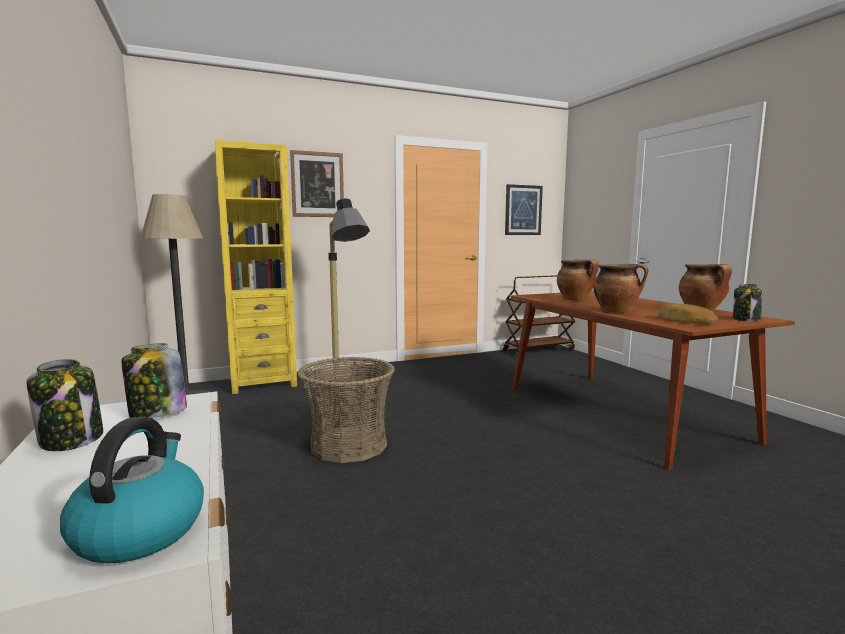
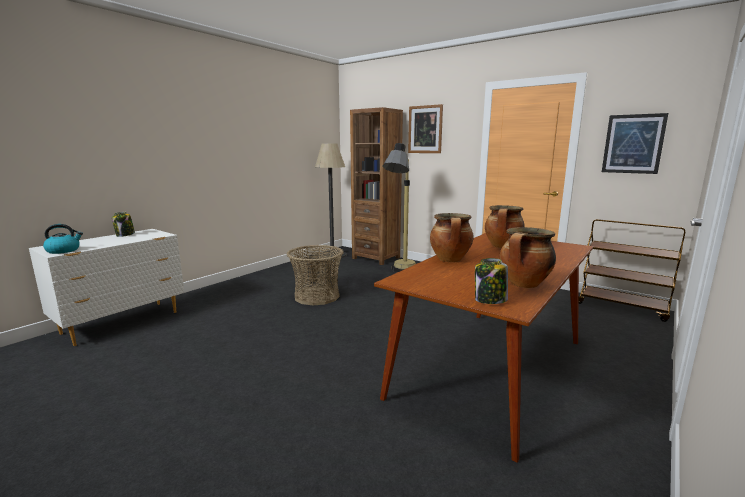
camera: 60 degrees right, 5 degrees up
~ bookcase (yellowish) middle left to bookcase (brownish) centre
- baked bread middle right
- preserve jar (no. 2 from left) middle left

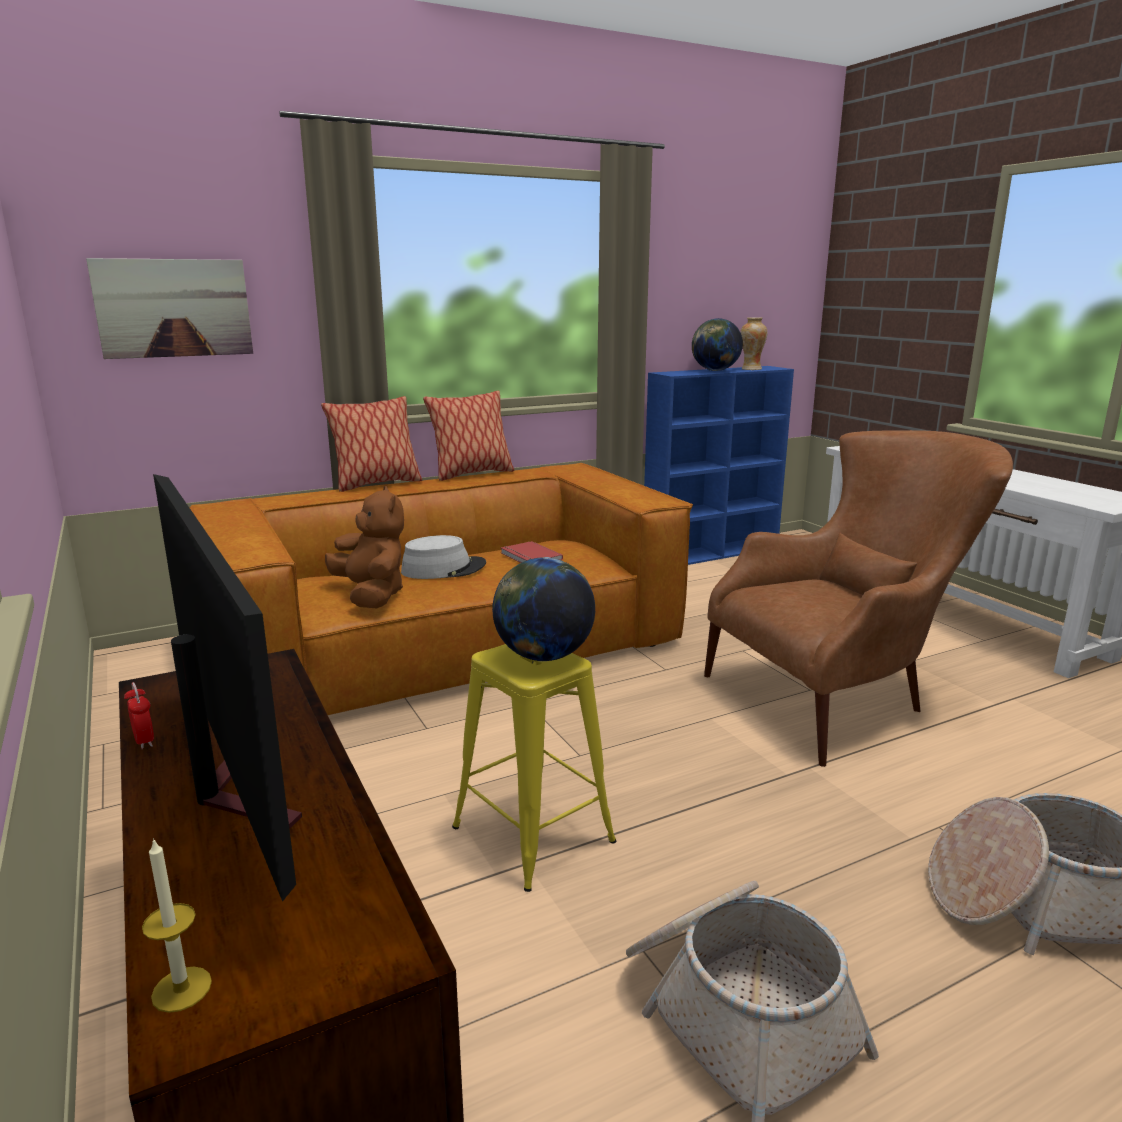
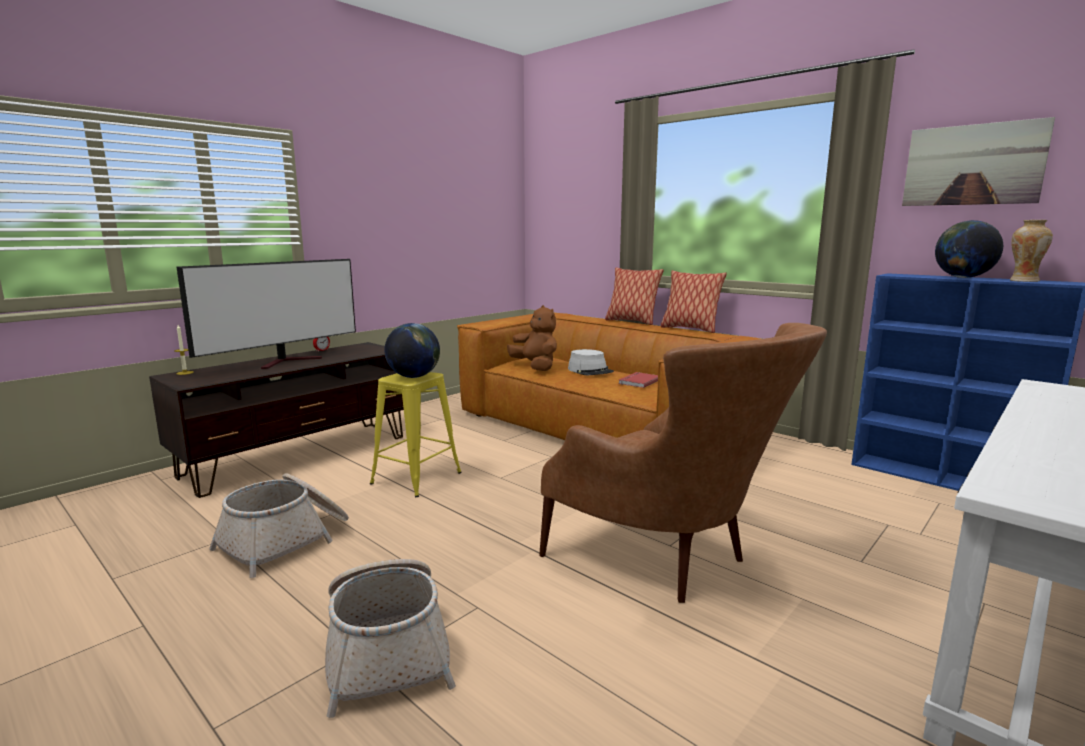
camera: 70 degrees right, 5 degrees down
~ wall picture top left to top right
~ plush toy (brownish) middle left = centre 75 degrees counterclockwise

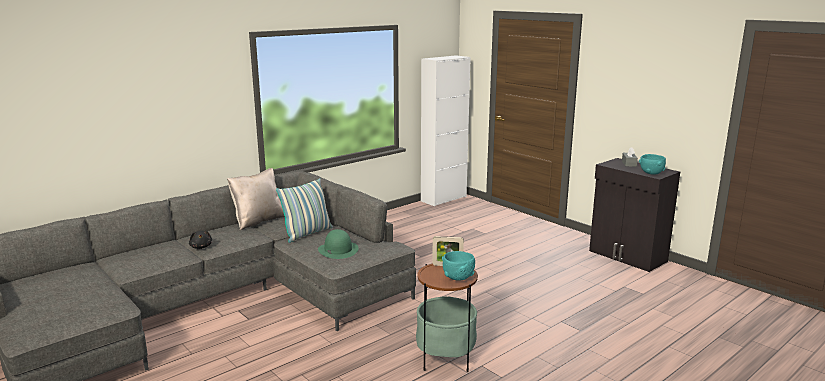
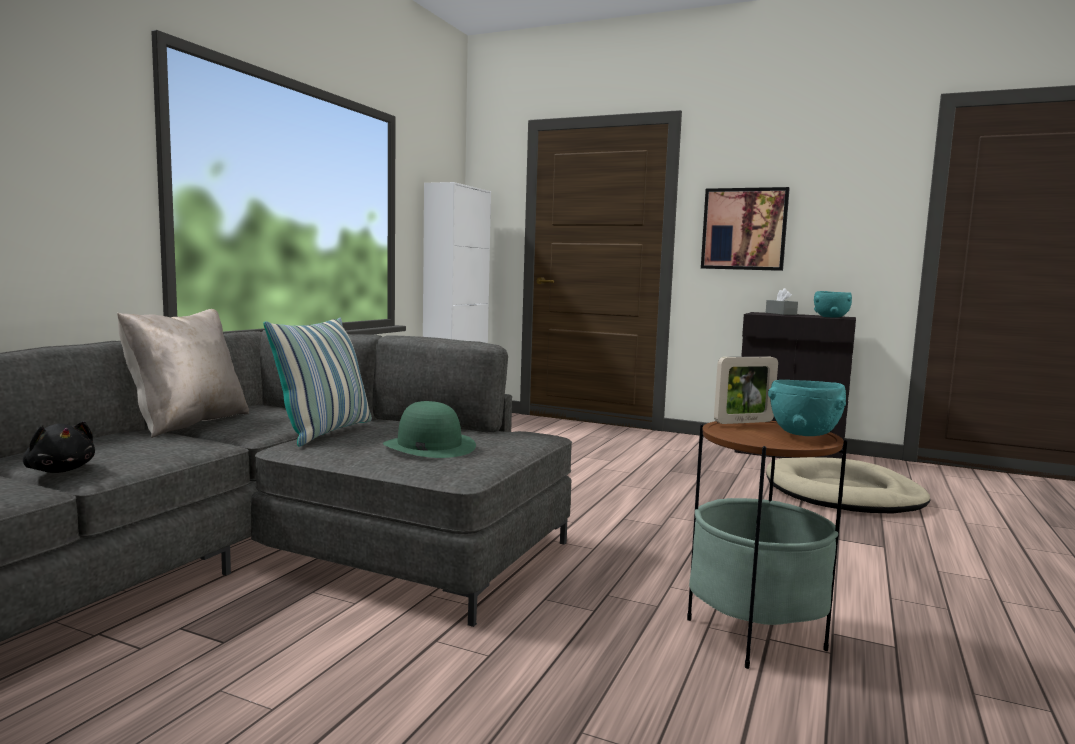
camera: 25 degrees left, 10 degrees down
+ wall picture top right
+ pet bed (beige-coloured) middle right

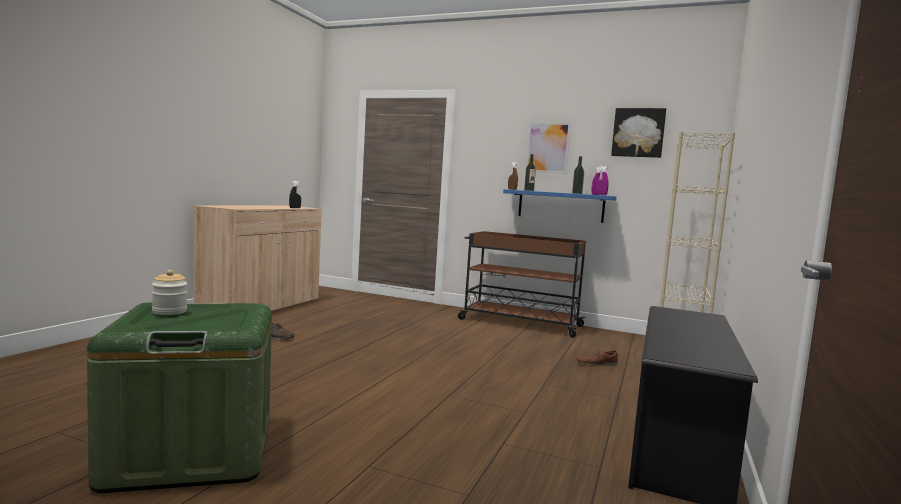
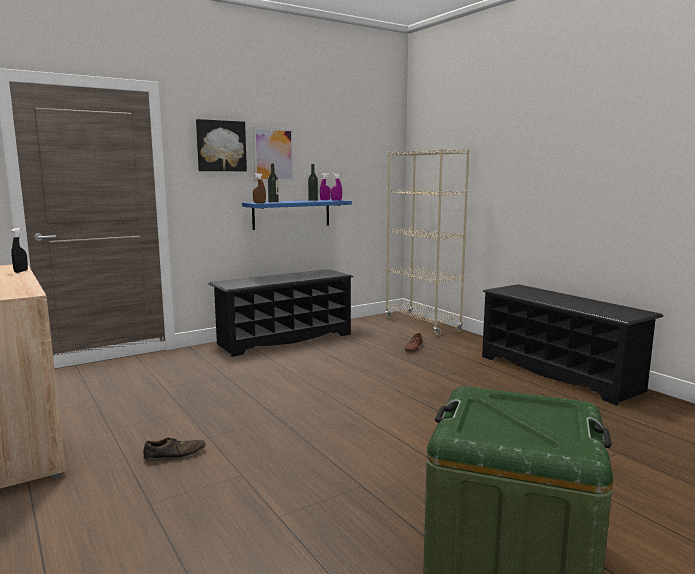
camera: 55 degrees left, 5 degrees up
~ wall picture (no. 2 from left in the first image) top right to wall picture (no. 1 from left) top left
~ trolley (brownish) centre to shoe stand (black-coloured) (no. 1 from left) centre
- preserve jar middle left

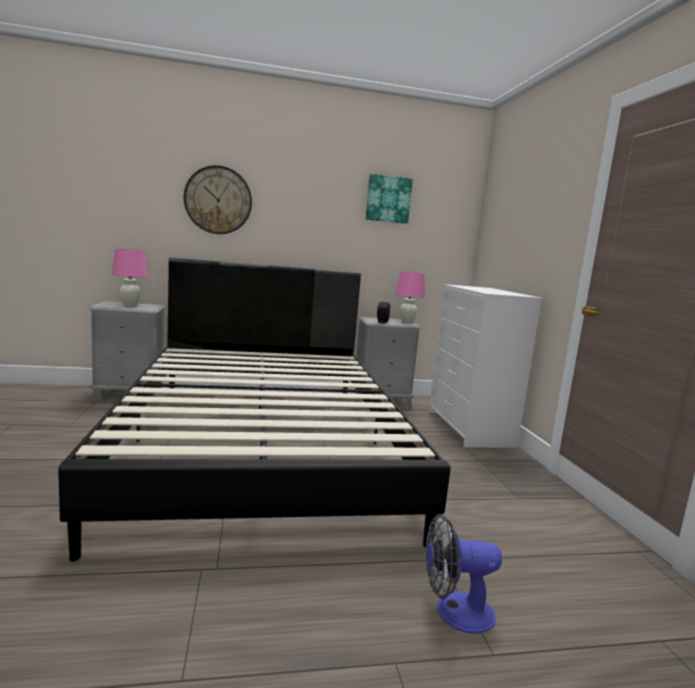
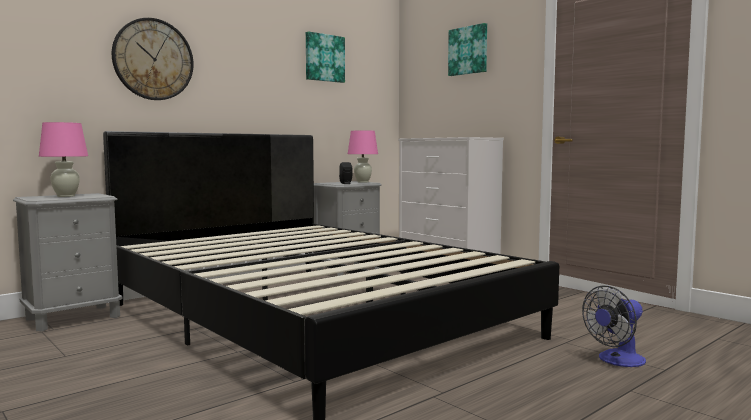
camera: 30 degrees left, 5 degrees down
+ wall picture (no. 2 from left) top centre

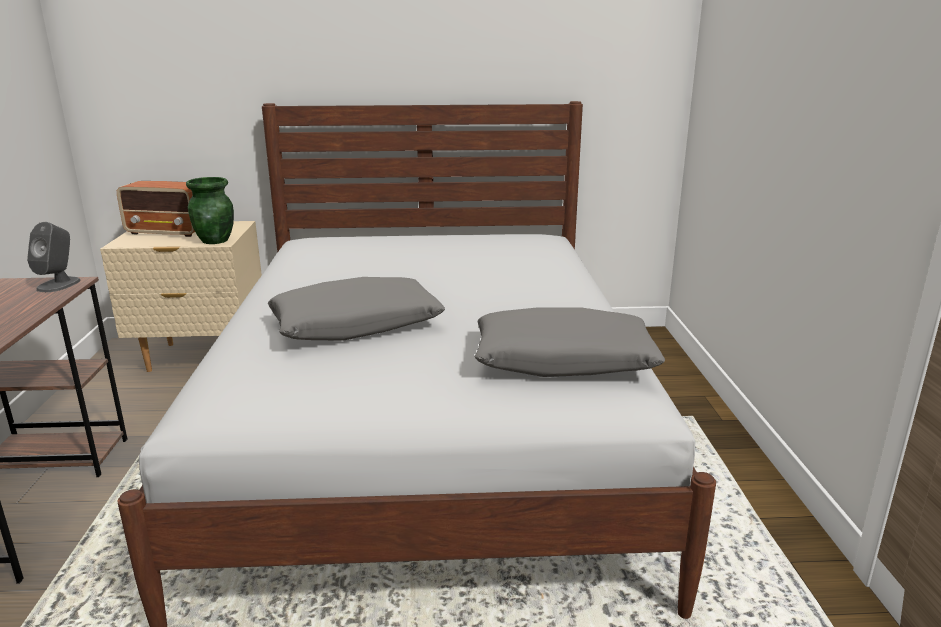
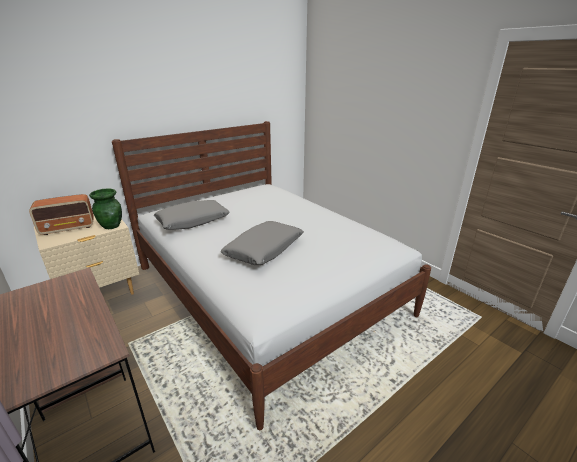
camera: 35 degrees left, 5 degrees up
- loudspeaker (greyish) middle left
~ throw pillow (greyish) (no. 2 from left in the first image) centre to throw pillow (greyish) (no. 1 from left) middle left

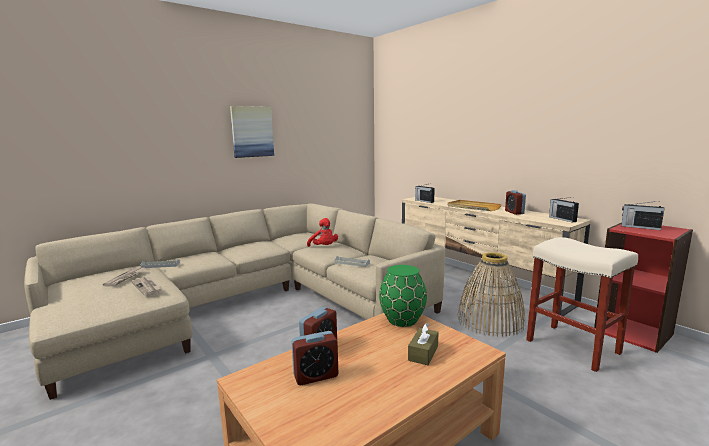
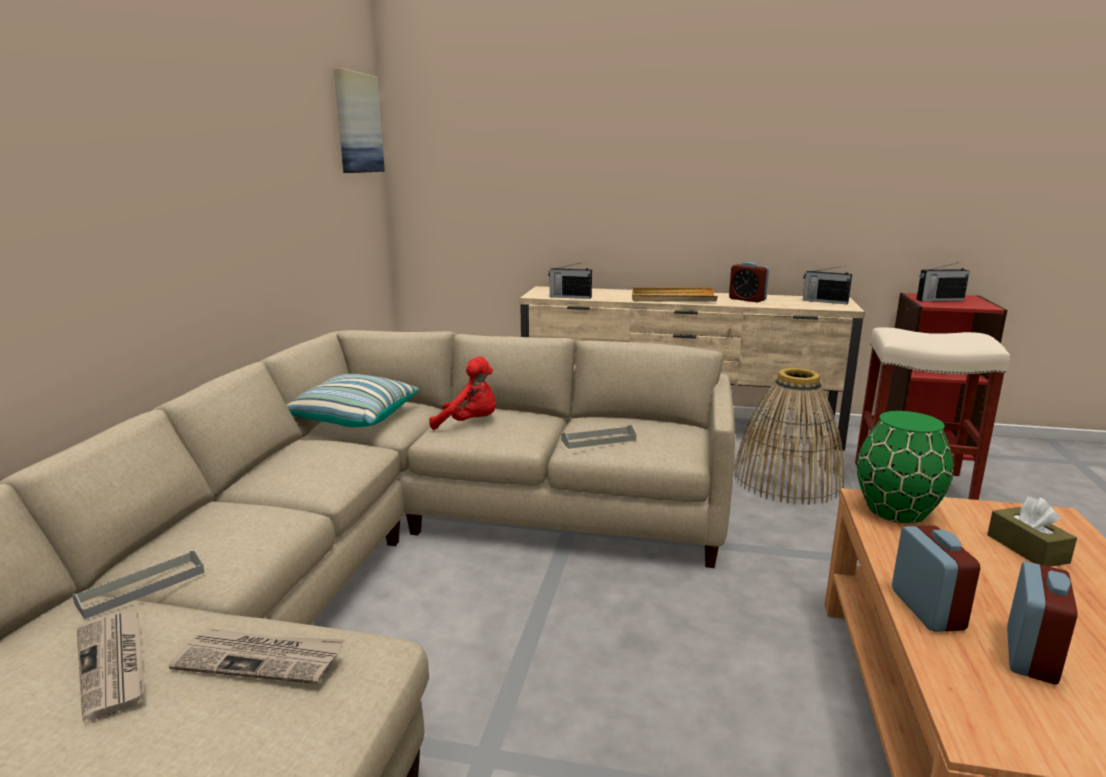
camera: 40 degrees left, 5 degrees up
~ wall picture top centre to top left
+ throw pillow middle left

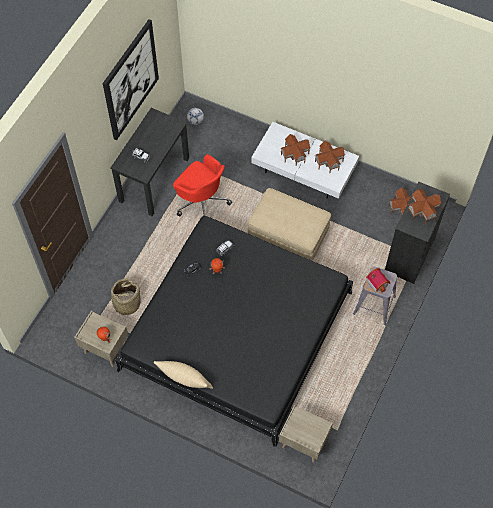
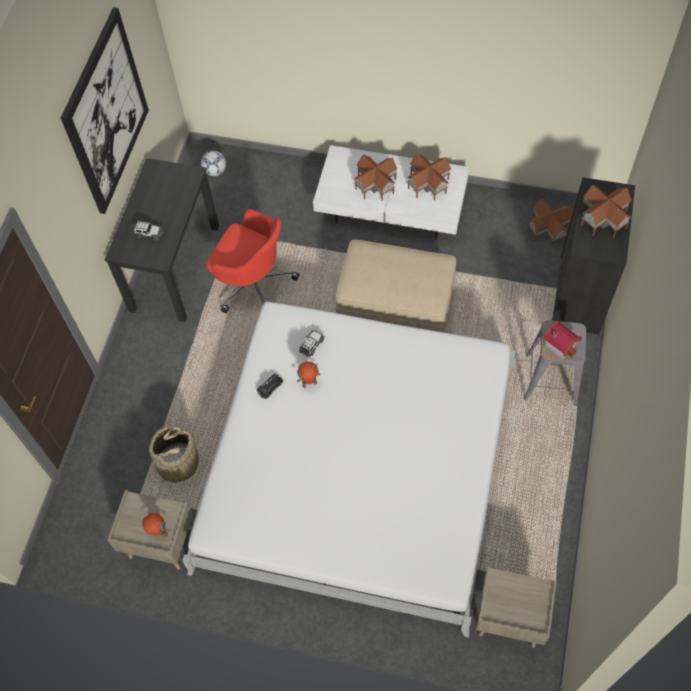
camera: 10 degrees left, 0 degrees up
~ bed (black-coloured) centre to bed (whitish) bottom centre
- throw pillow (beige-coloured) bottom centre

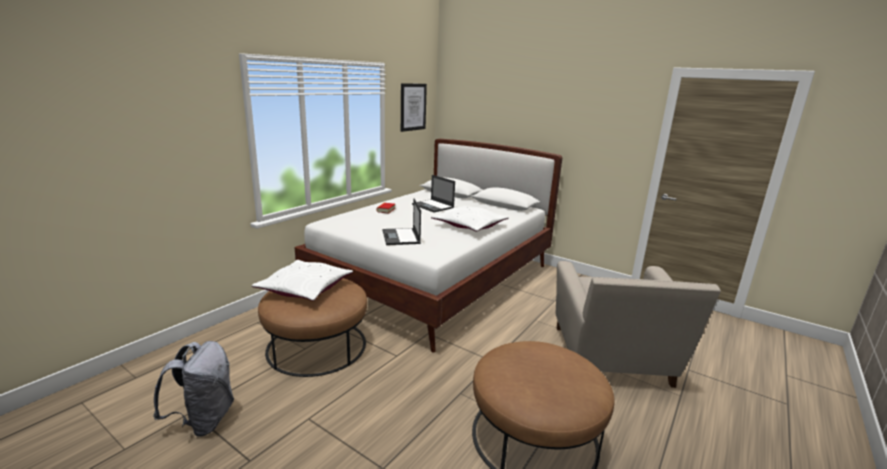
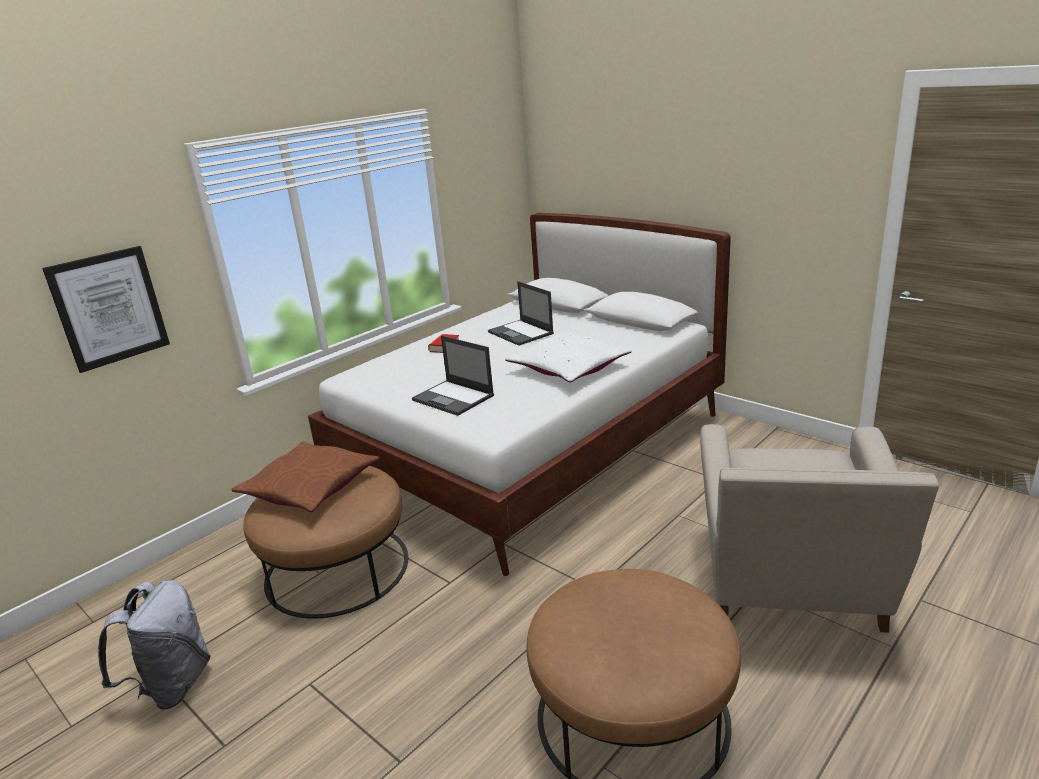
camera: 10 degrees right, 5 degrees up
~ wall picture top centre to middle left
~ portable computer (no. 1 from left) centre = centre 45 degrees counterclockwise
~ throw pillow (whitish) (no. 1 from left) centre to throw pillow (brownish) middle left

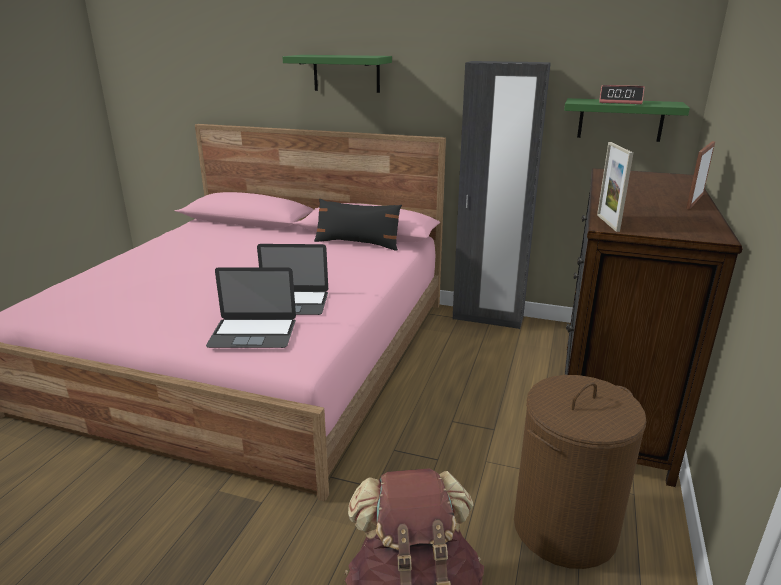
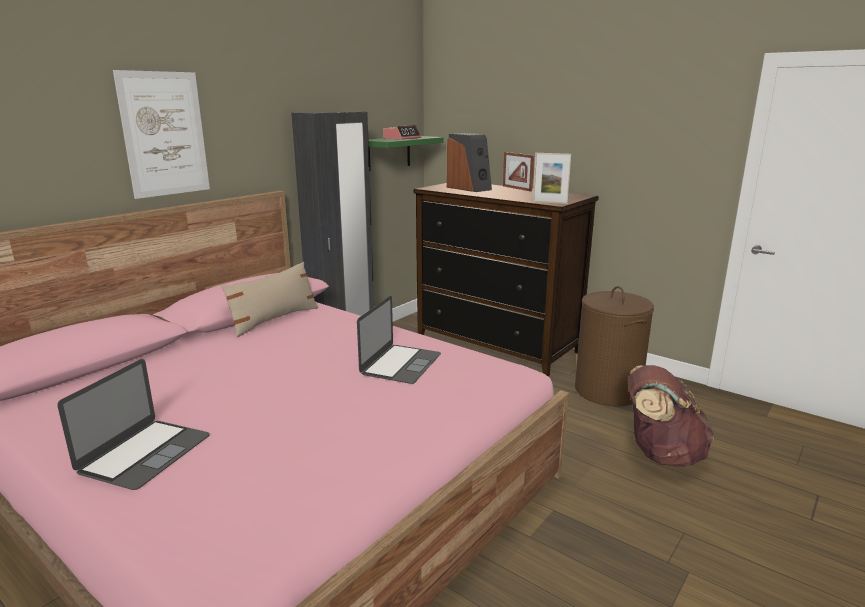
camera: 70 degrees left, 5 degrees down
~ shelf (green) (no. 1 from left) top centre to wall picture top left
~ throw pillow (black-coloured) centre to throw pillow (beige-coloured) middle left
~ portable computer (no. 1 from left) middle left to bottom left
+ loudspeaker top centre

